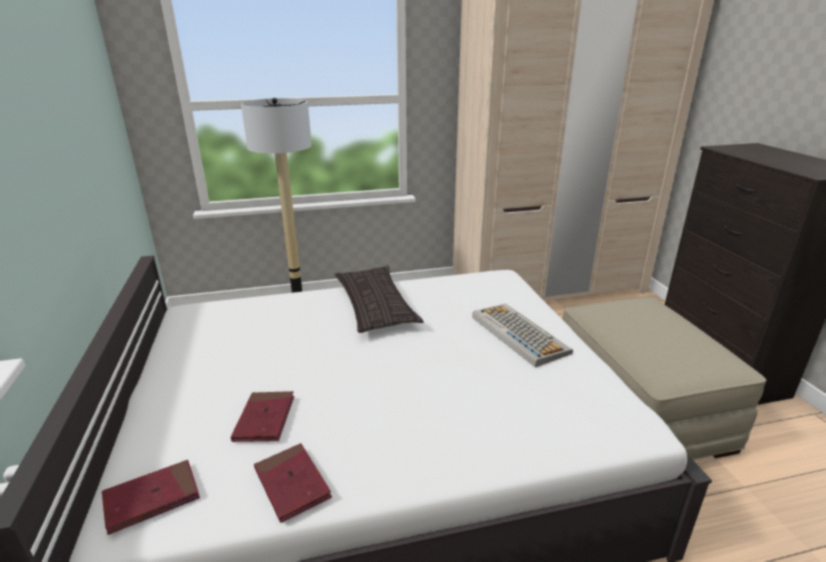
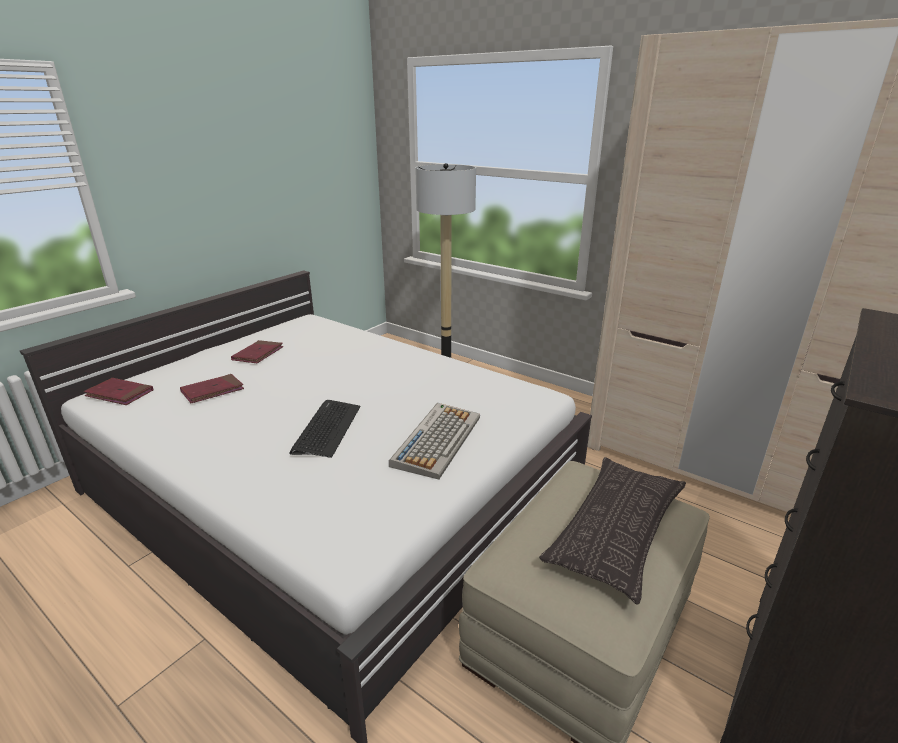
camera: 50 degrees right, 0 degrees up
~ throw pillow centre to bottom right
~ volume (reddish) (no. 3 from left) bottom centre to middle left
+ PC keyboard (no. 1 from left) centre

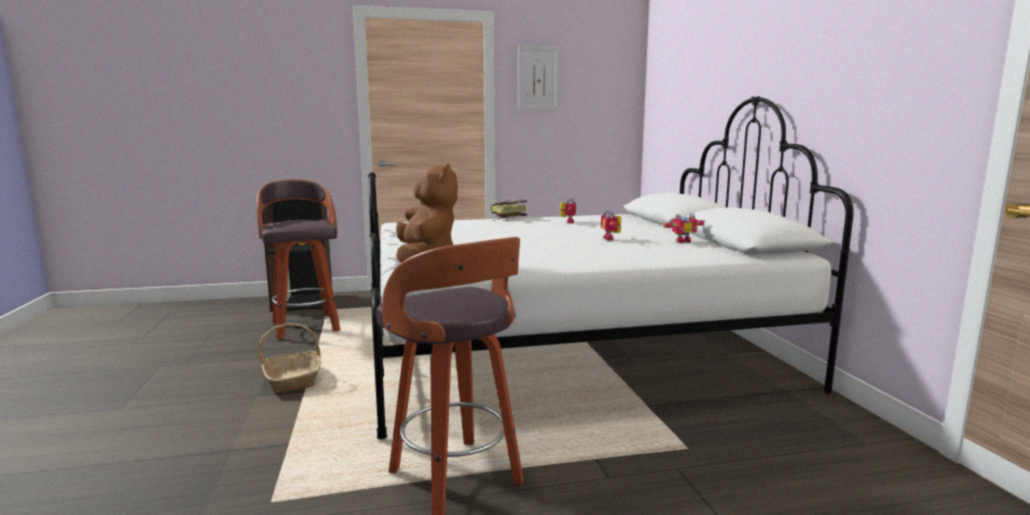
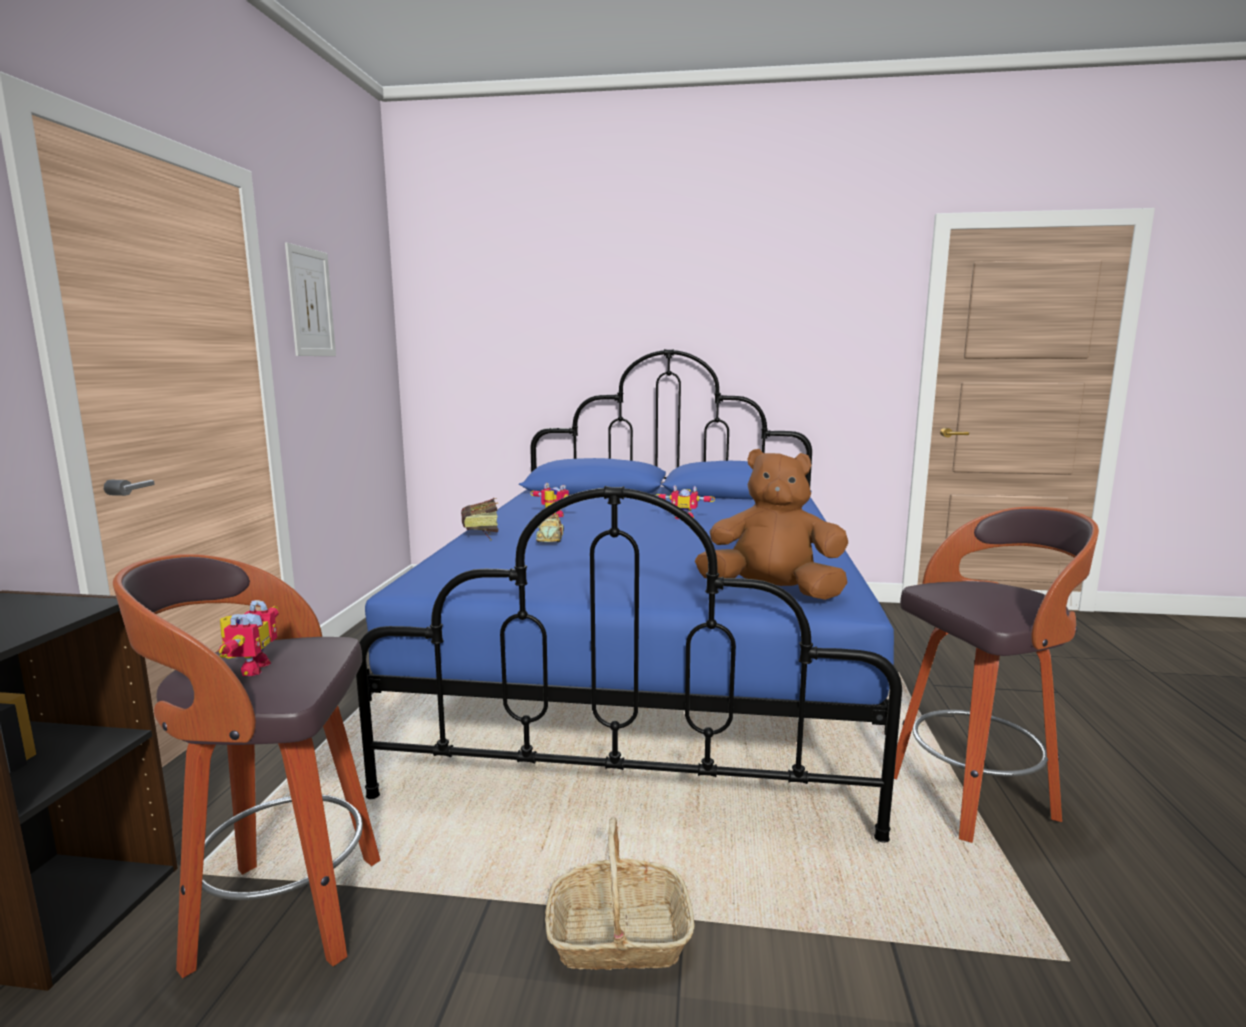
camera: 70 degrees left, 0 degrees up
~ bed (whitish) centre to bed (blue-coloured) centre
~ toy robot (no. 3 from left in the first image) centre to toy robot (no. 1 from left) middle left
+ toy car centre

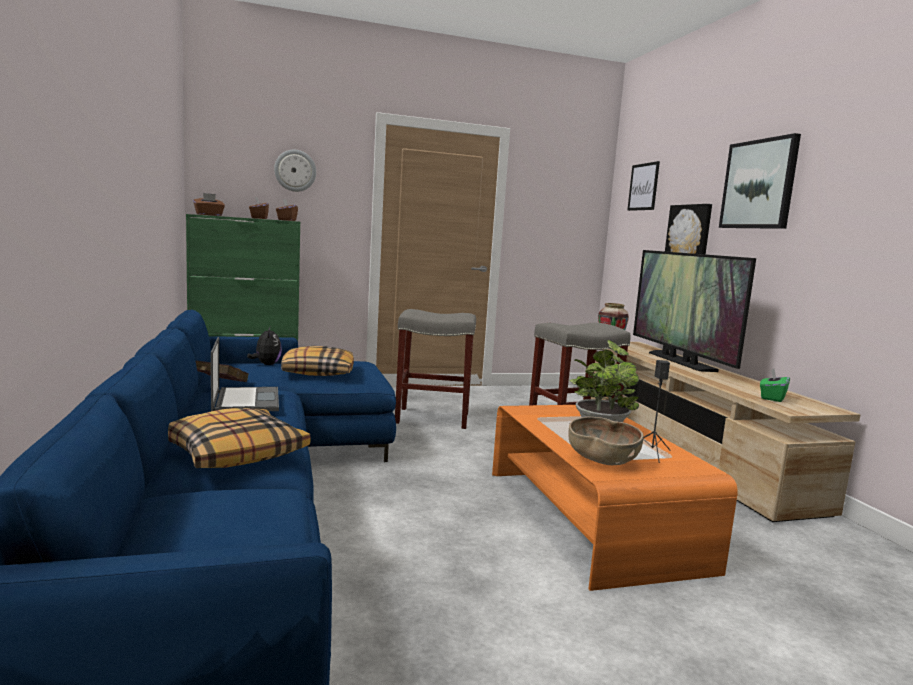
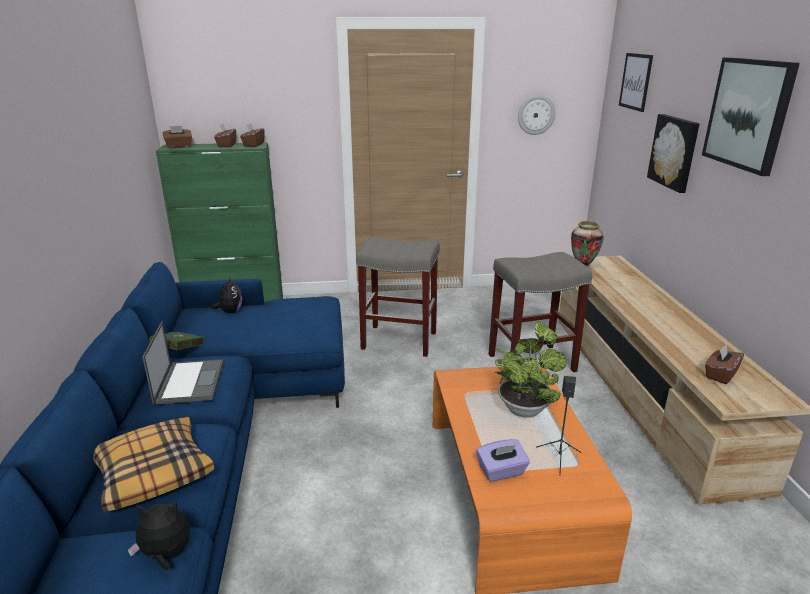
camera: 10 degrees right, 15 degrees up
~ wall clock top left to top centre
- TV middle right
- throw pillow (no. 2 from left) centre
~ volume (reddish) middle left to volume (green) middle left
~ tissue box (green) middle right to tissue box (brownish) (no. 4 from left) middle right
~ serving bowl (brownish) centre to tissue box (purplish) bottom centre
+ plush toy (no. 1 from left) bottom left

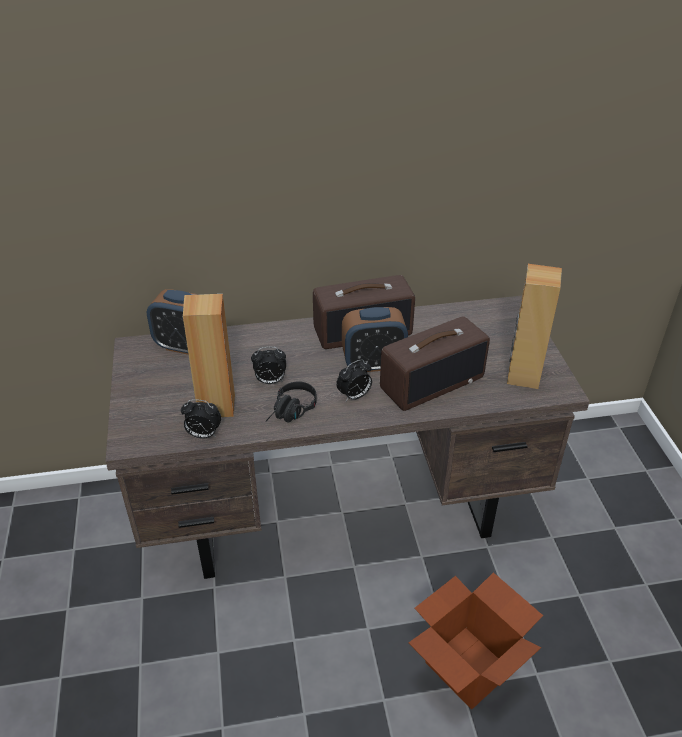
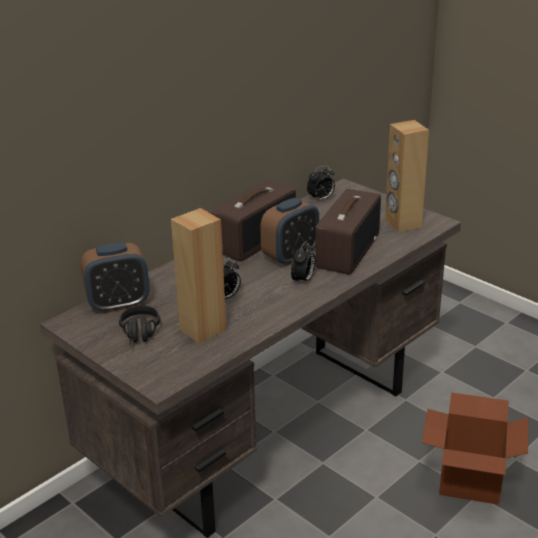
camera: 35 degrees left, 10 degrees down
~ pair of headphones (black-coloured) centre to middle left
~ bedside clock (no. 2 from left in the first image) middle left to bedside clock (no. 5 from left) centre

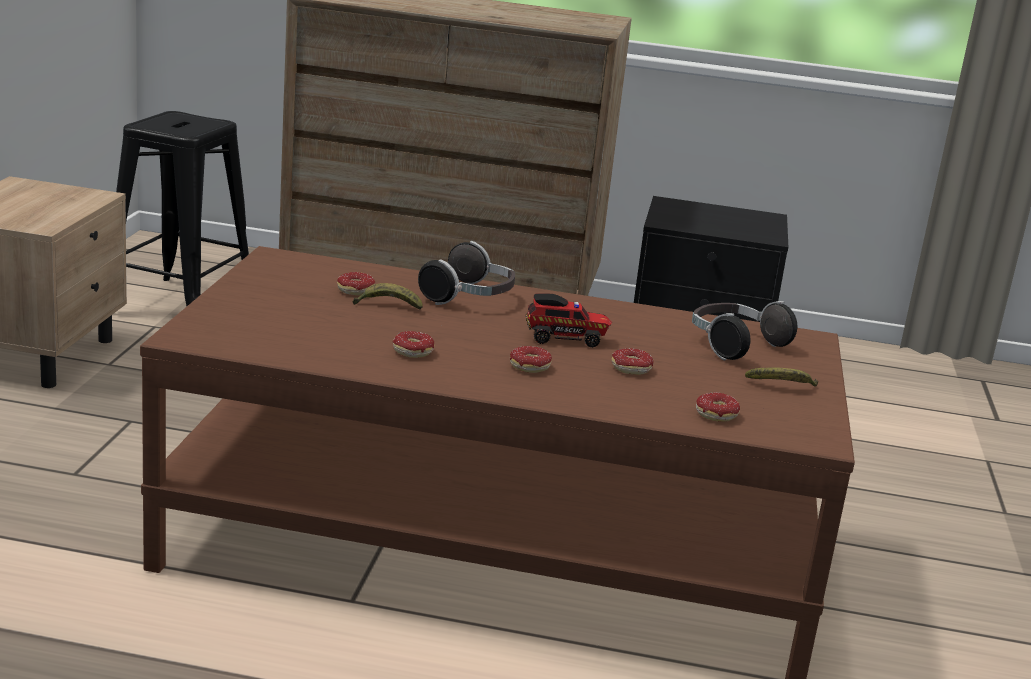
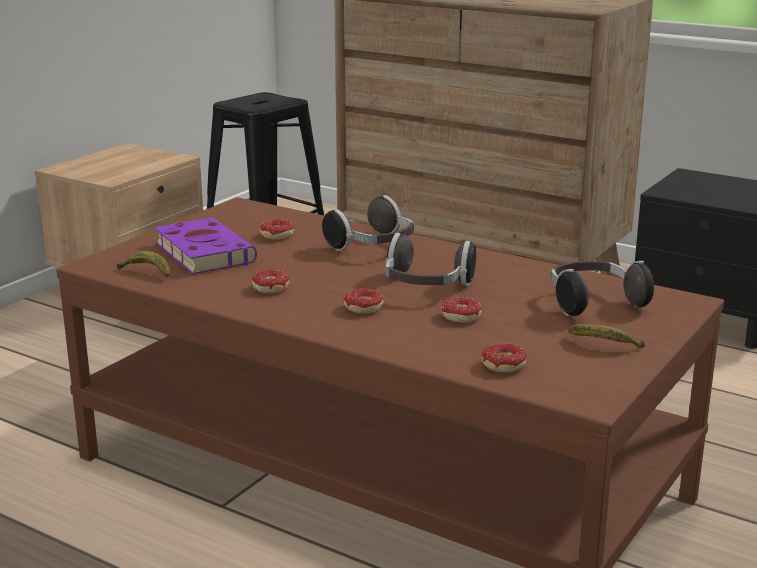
camera: 25 degrees right, 0 degrees up
~ banana (no. 1 from left) centre to middle left
~ toy truck centre to pair of headphones (no. 2 from left) centre
+ volume (purplish) middle left

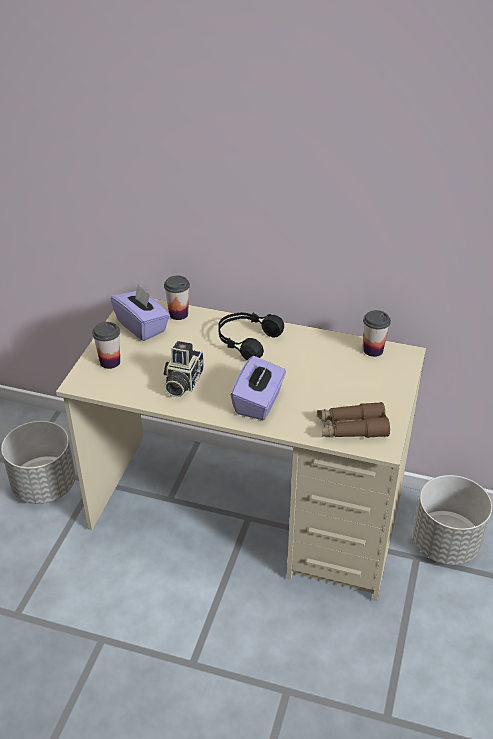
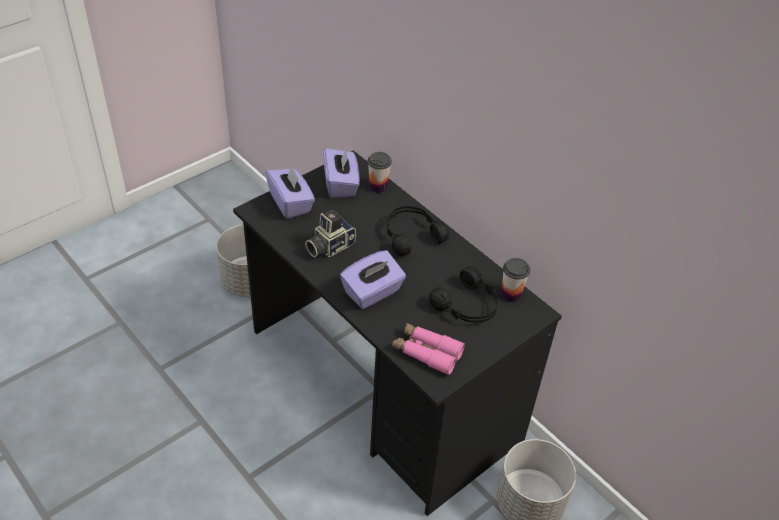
camera: 30 degrees right, 5 degrees up
~ desk table (beige-coloured) centre to desk table (black-coloured) centre
~ drinking cup (no. 1 from left) middle left to tissue box (purplish) (no. 1 from left) centre
~ pair of binoculars (brownish) middle right to pair of binoculars (pink-coloured) bottom centre
+ pair of headphones (black-coloured) (no. 2 from left) centre

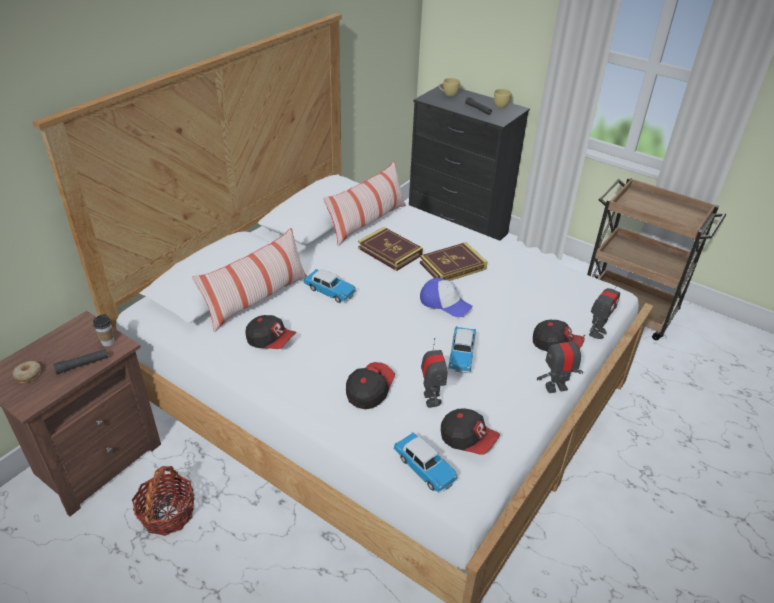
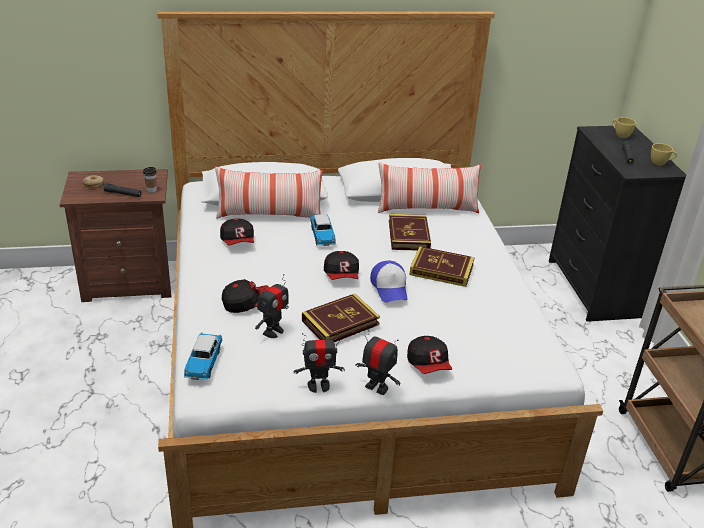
camera: 45 degrees right, 5 degrees down
~ toy robot (no. 3 from left in the first image) middle right to toy robot (no. 2 from left) bottom centre
~ toy car (no. 3 from left) centre to volume (no. 1 from left) centre
~ cap (no. 4 from left in the first image) bottom centre to cap (no. 3 from left) centre
- storage basket bottom left

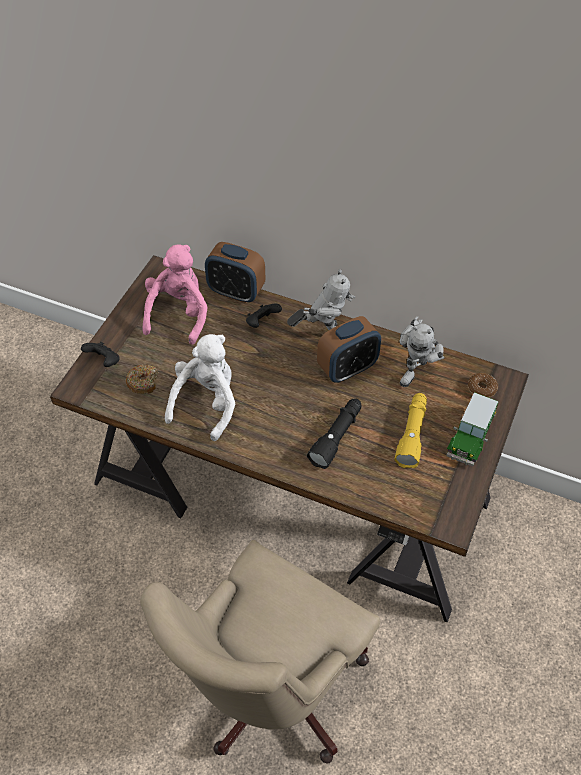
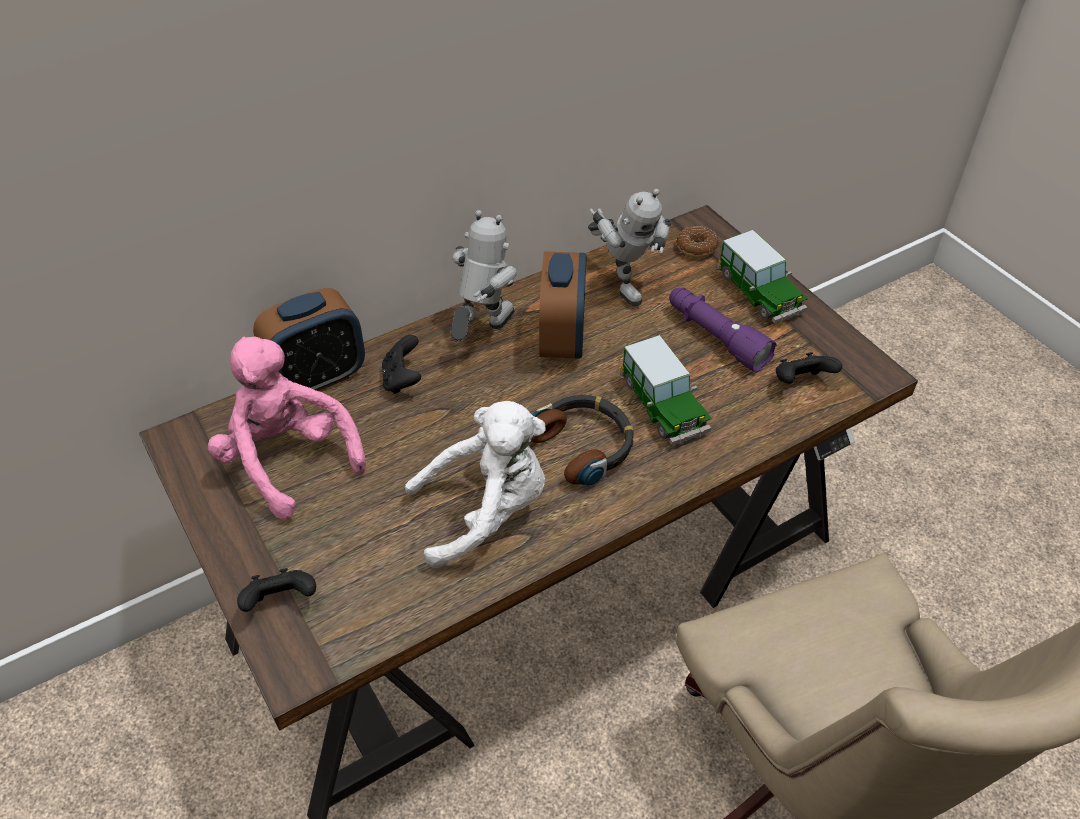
camera: 55 degrees left, 5 degrees down
~ plush toy (whitish) centre = centre 105 degrees clockwise
- doughnut (no. 1 from left) middle left
~ flashlight (yellowish) middle right to flashlight (purplish) middle right
~ flashlight (black-coloured) centre to toy car (no. 1 from left) centre
+ gamepad (black-coloured) (no. 3 from left) middle right
+ pair of headphones centre

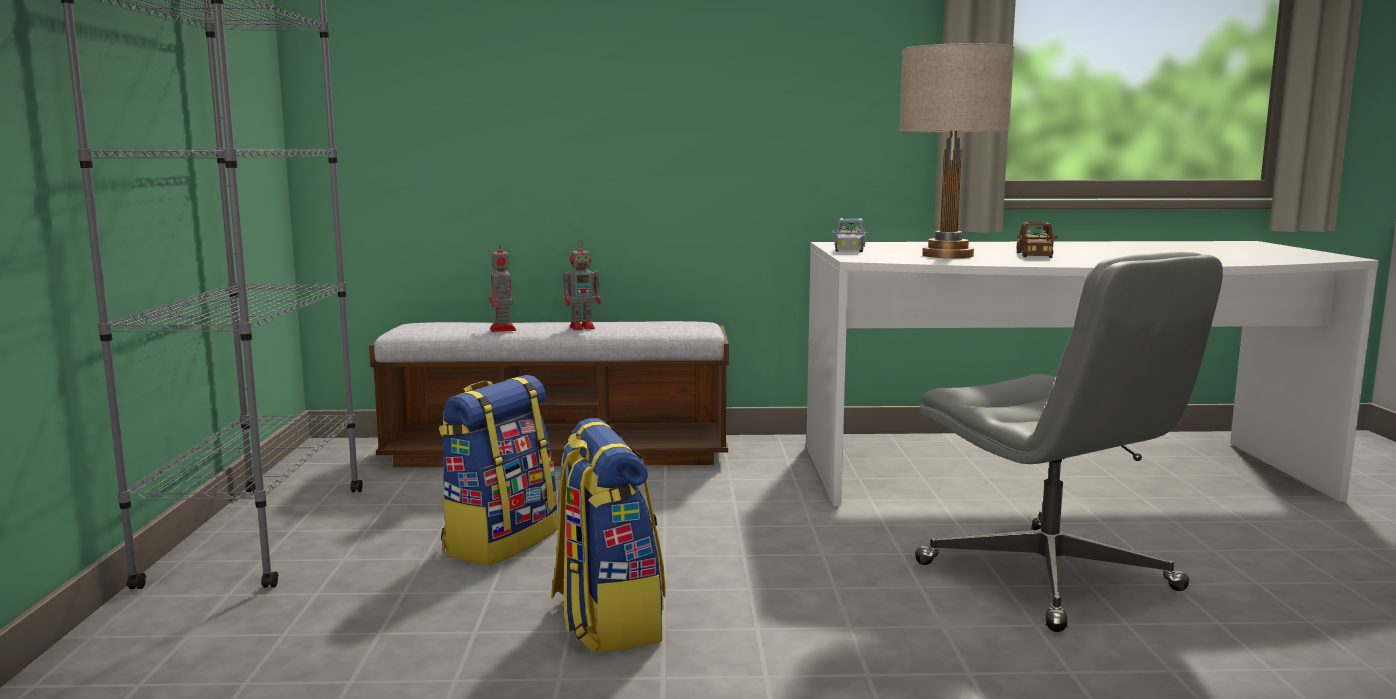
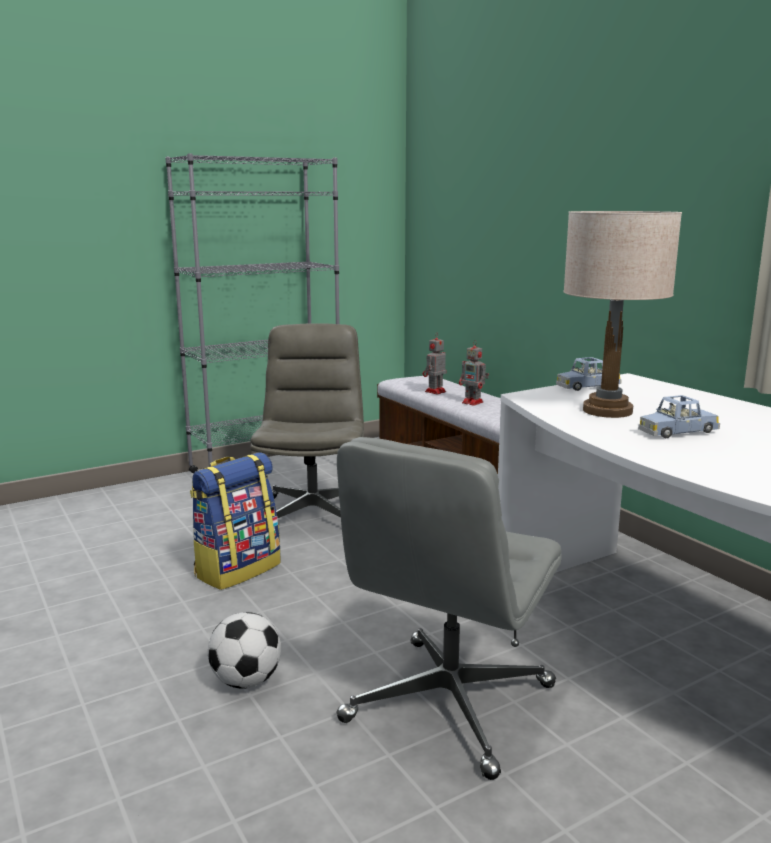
camera: 60 degrees right, 5 degrees up
~ toy car (brownish) middle right to toy car (blue-coloured) (no. 2 from left) middle right
~ rucksack (no. 1 from left) bottom centre to computer chair (greyish) (no. 1 from left) centre
+ ball for football bottom left

